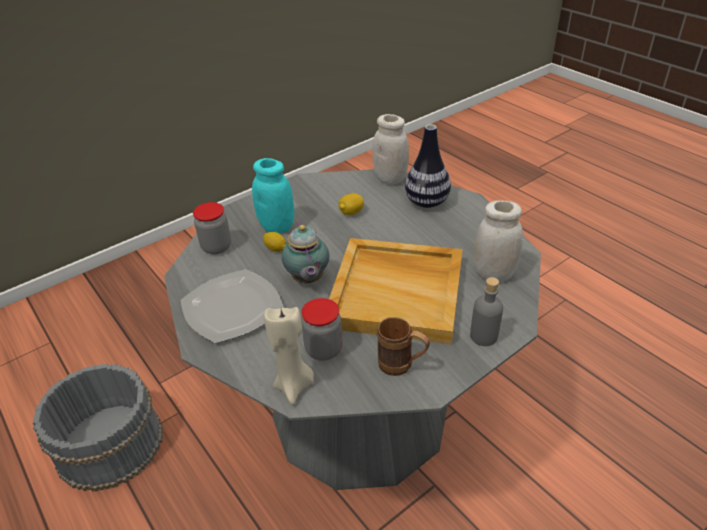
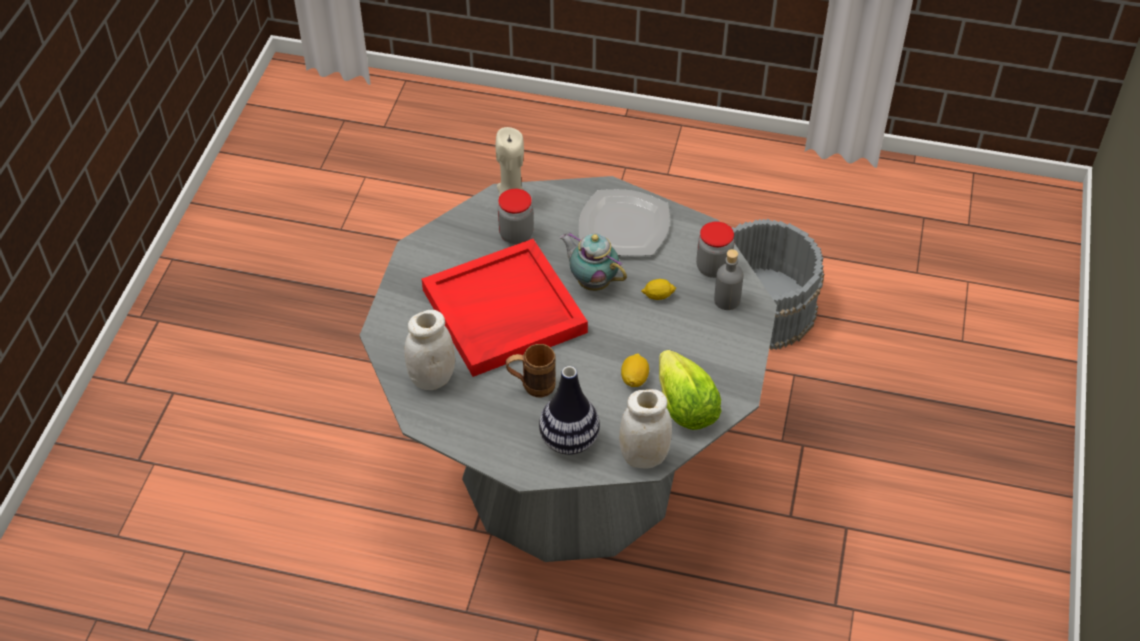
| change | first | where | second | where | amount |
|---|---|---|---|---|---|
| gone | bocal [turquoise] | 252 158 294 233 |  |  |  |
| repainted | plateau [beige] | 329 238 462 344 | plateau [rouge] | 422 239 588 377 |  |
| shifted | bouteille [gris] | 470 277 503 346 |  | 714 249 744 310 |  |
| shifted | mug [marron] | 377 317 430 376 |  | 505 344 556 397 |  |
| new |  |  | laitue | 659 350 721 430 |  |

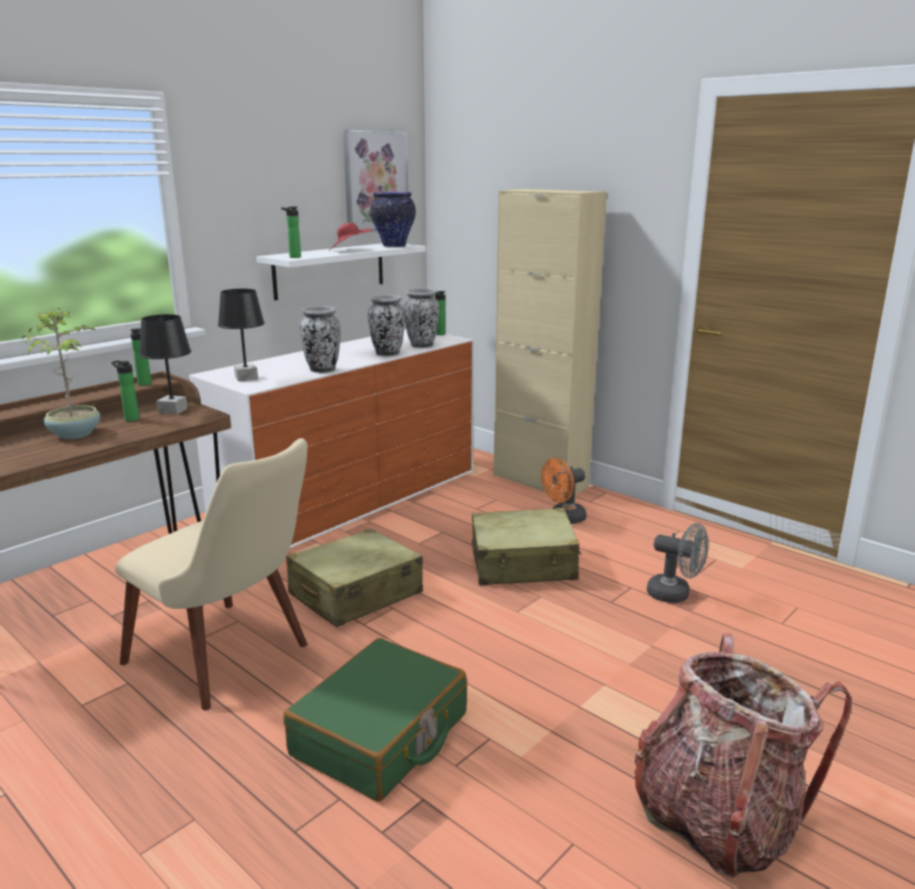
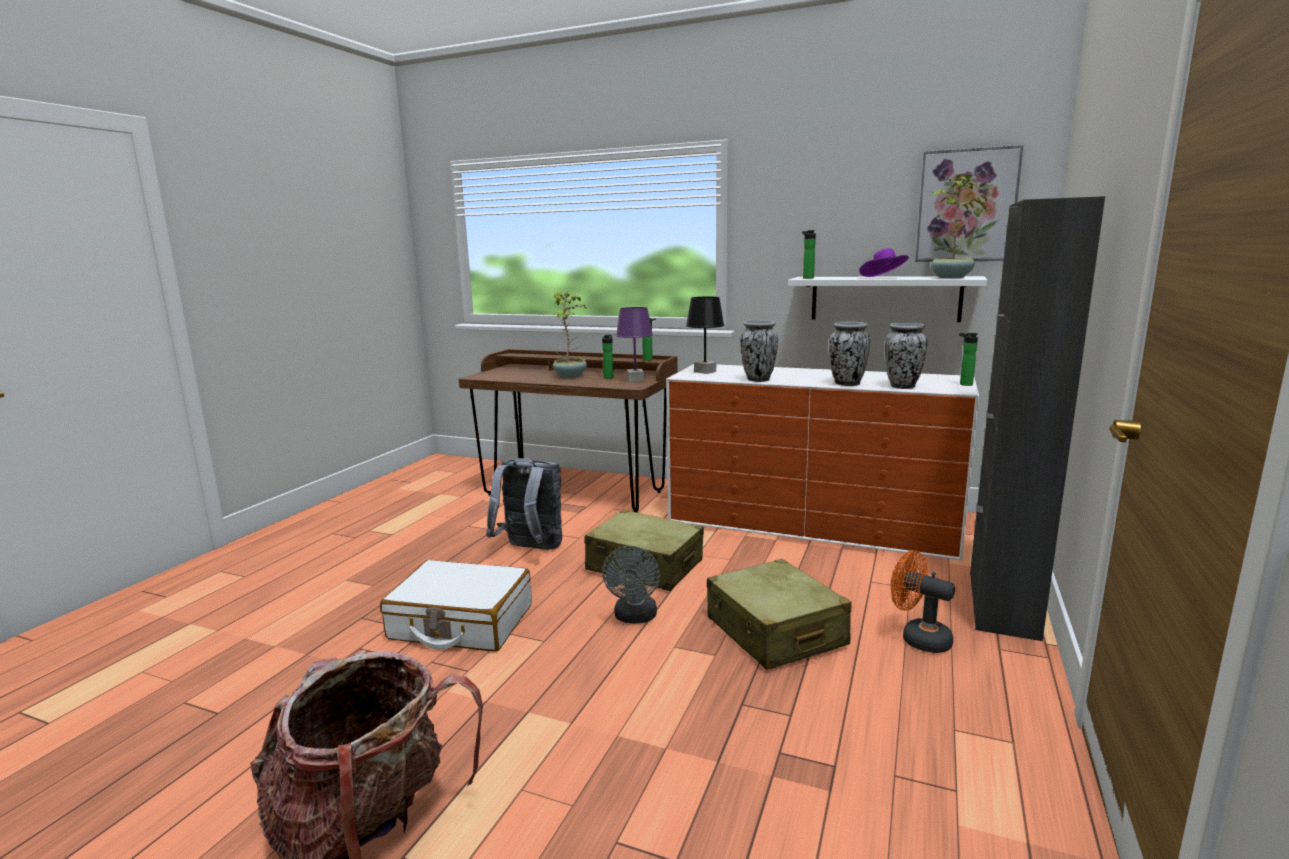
| change | first | where | second | where | amount |
|---|---|---|---|---|---|
| repainted | meuble de rangement [beige] | 494 189 607 500 | meuble de rangement [noir] | 970 196 1105 641 |  |
| swapped | vase | 370 192 416 247 | plante en pot | 931 173 991 278 |  |
| repainted | chapeau [rouge] | 329 223 371 251 | chapeau [violet] | 859 248 909 277 |  |
| repainted | lampe de table [noir] | 139 314 191 414 | lampe de table [violet] | 616 307 653 382 |  |
| swapped | chaise [beige] | 115 438 308 710 | sac à dos [gris] | 486 458 562 550 |  |
| shifted | ventilateur [gris] | 647 523 709 603 |  | 602 546 660 624 |  |
| repainted | valise [vert] | 283 638 467 802 | valise [blanc] | 380 560 532 652 |  |

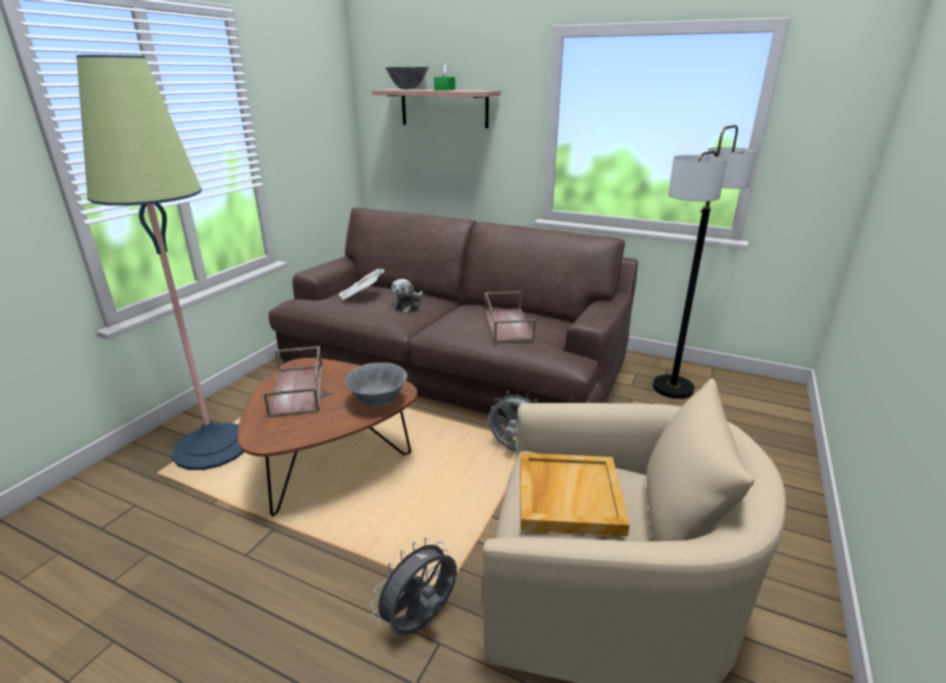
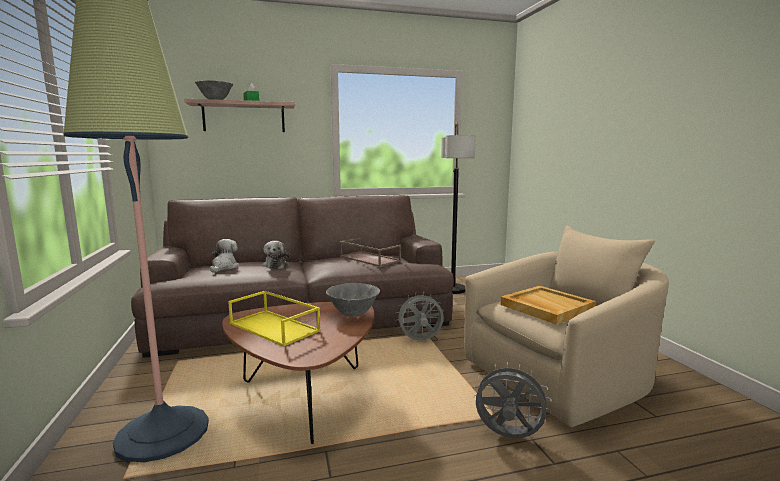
| change | first | where | second | where | amount |
|---|---|---|---|---|---|
| swapped | journal | 339 269 384 300 | peluche | 210 239 238 273 |  |
| repainted | plateau [marron] | 264 346 323 418 | plateau [jaune] | 228 291 320 347 |  |
| rotated | ventilateur [gris] | 371 538 457 635 |  | 473 362 552 438 | 105 degrees clockwise |

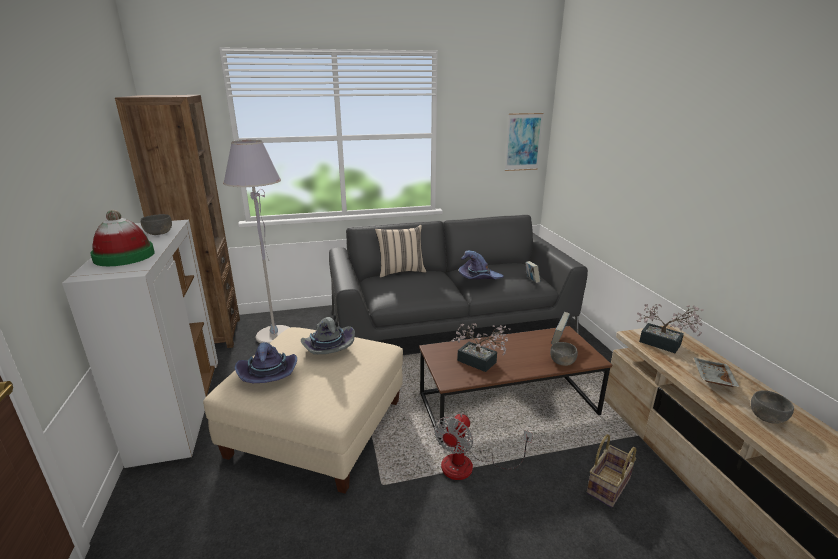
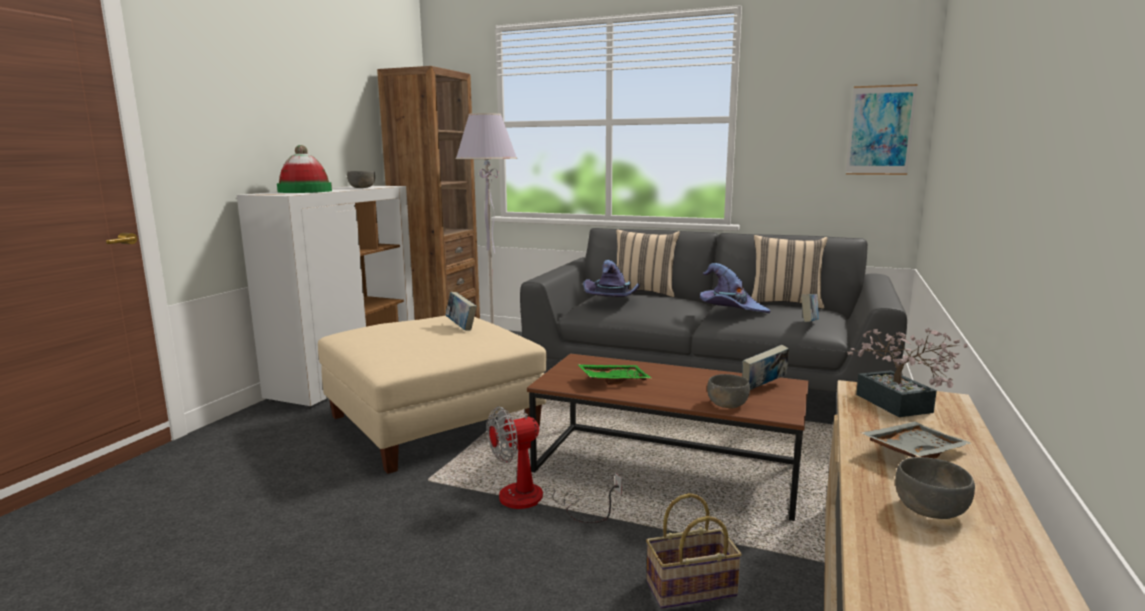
| change | first | where | second | where | amount |
|---|---|---|---|---|---|
| swapped | chapeau [gris] | 301 317 355 354 | livre | 446 292 477 331 |  |
| swapped | plante en pot | 451 323 511 372 | plateau [vert] | 577 364 651 385 |  |
| shifted | chapeau [violet] | 235 342 297 383 |  | 583 260 640 297 |  |
| new |  |  | coussin [beige] | 751 235 828 309 |  |

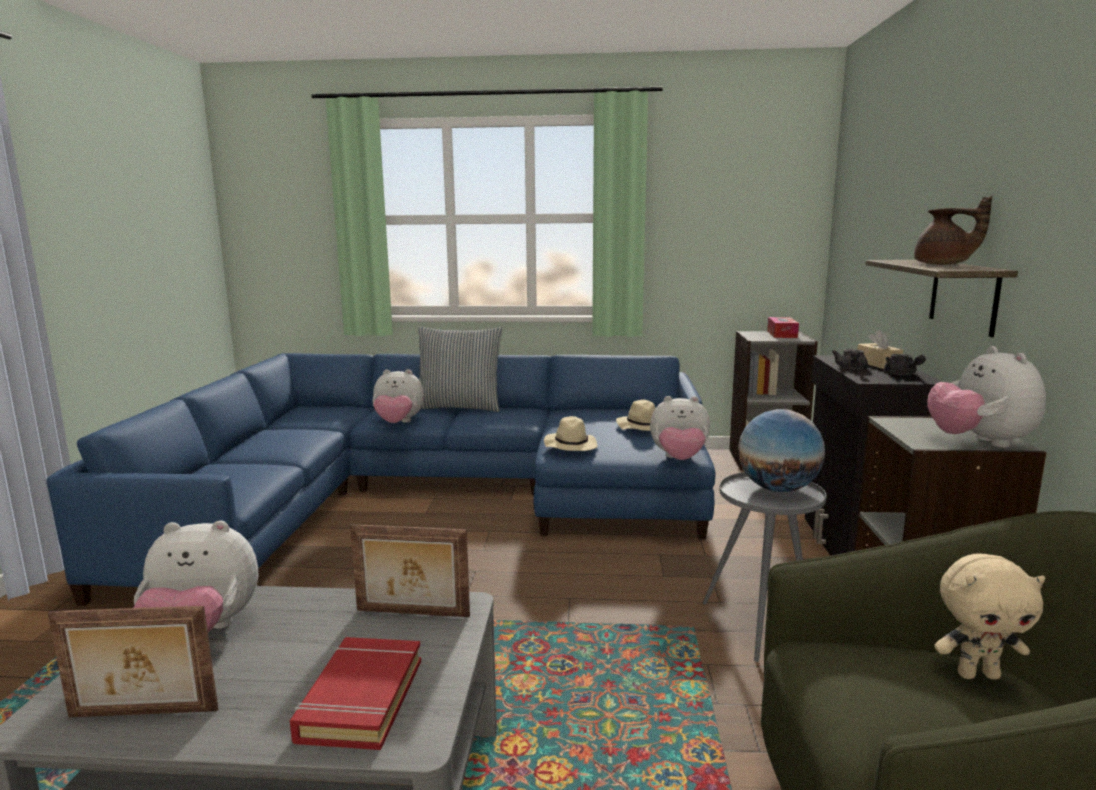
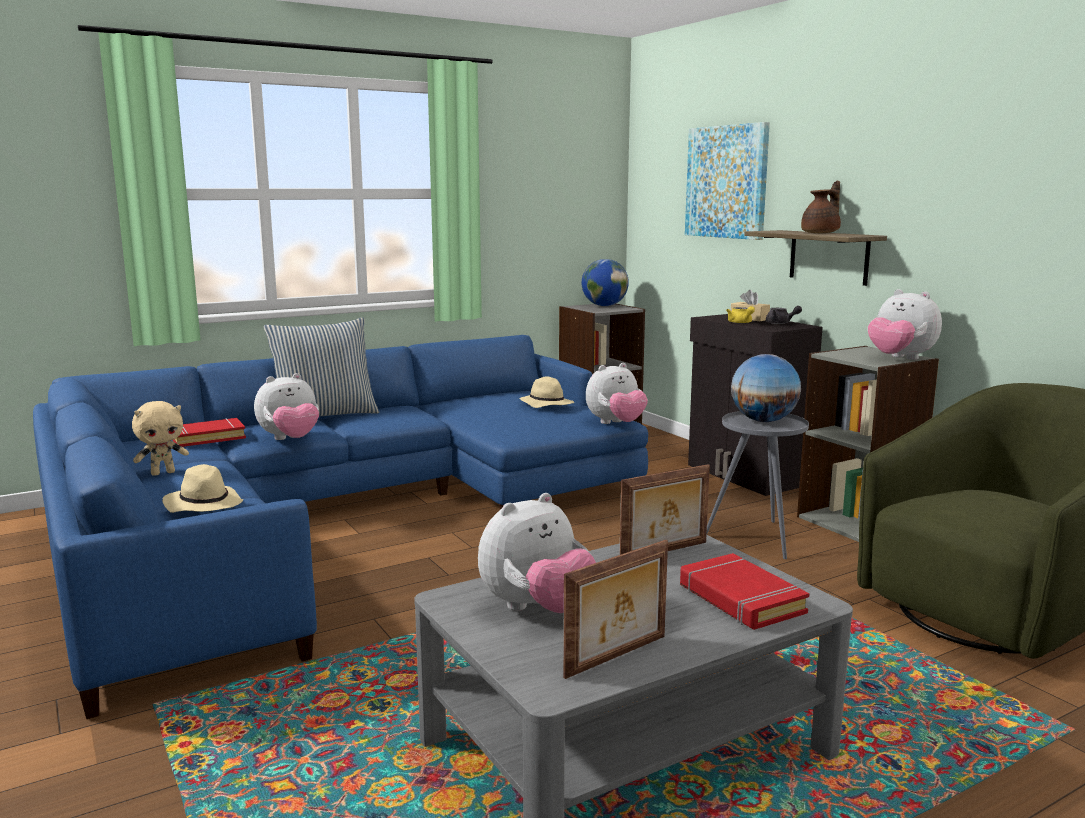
| change | first | where | second | where | amount |
|---|---|---|---|---|---|
| rotated | théière [marron] | 914 195 992 265 |  | 801 181 841 233 | 45 degrees counterclockwise |
| swapped | boîte à mouchoirs | 767 317 799 338 | globe | 582 259 629 306 |  |
| repainted | théière [gris] | 832 349 868 369 | théière [jaune] | 726 306 755 324 |  |
| shifted | chapeau [beige] | 544 416 597 451 |  | 162 464 243 513 |  |
| shifted | peluche [beige] | 934 553 1045 680 |  | 132 401 189 476 |  |
| new |  |  | tableau | 685 122 770 240 |  |
| new |  |  | livre [rouge] | 172 418 246 447 |  |

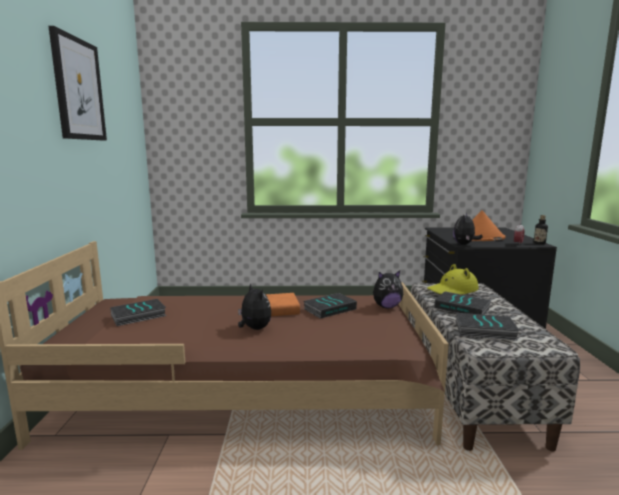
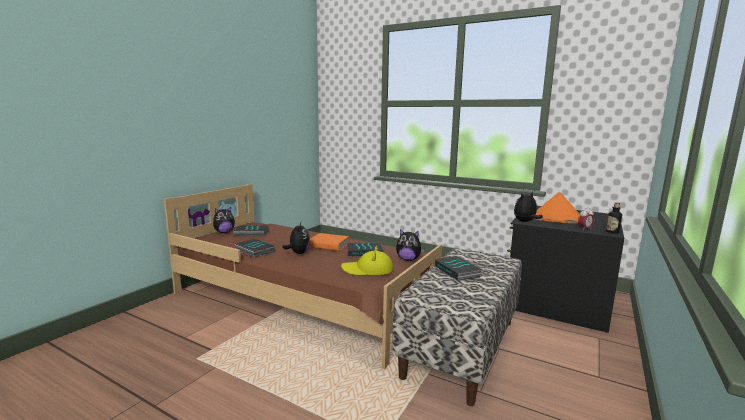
| change | first | where | second | where | amount |
|---|---|---|---|---|---|
| gone | tableau | 48 26 107 140 |  |  |  |
| shifted | chapeau [jaune] | 427 264 479 295 |  | 341 246 393 275 |  |
| shifted | livre | 456 313 520 340 |  | 235 239 275 258 |  |
| new |  |  | peluche | 213 207 235 233 |  |

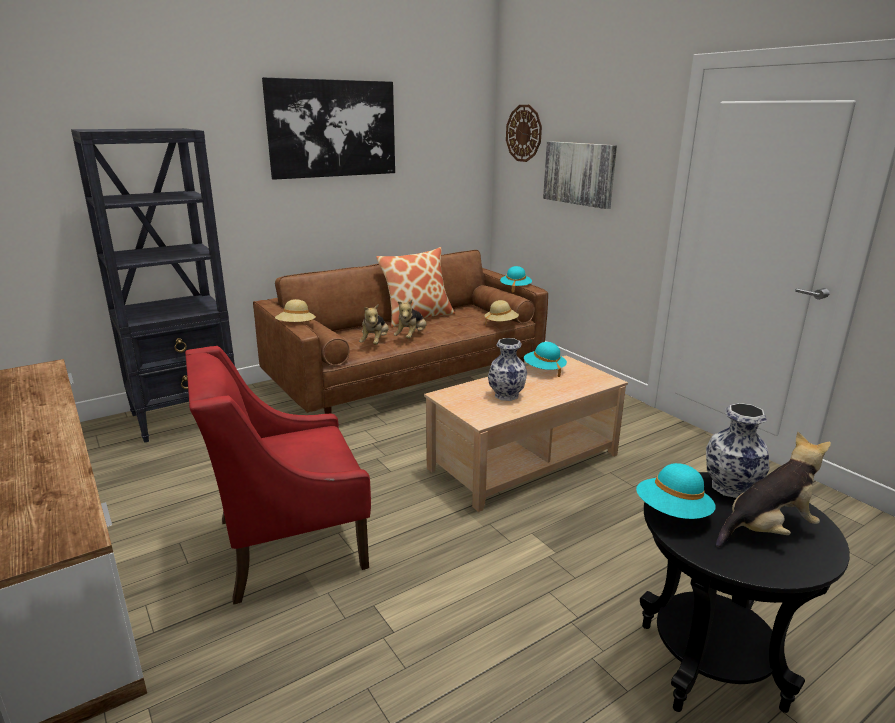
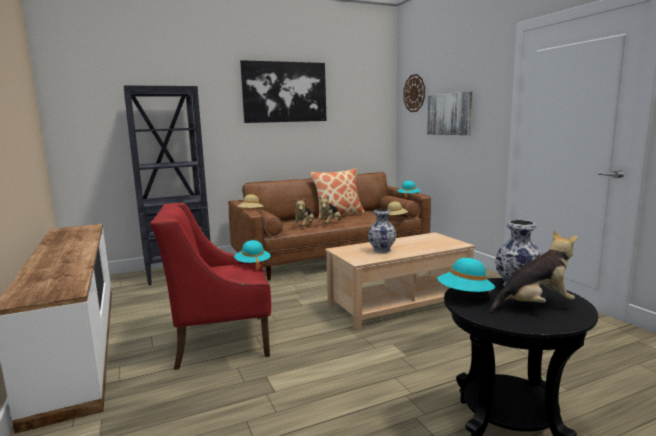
| change | first | where | second | where | amount |
|---|---|---|---|---|---|
| shifted | chapeau [turquoise] | 524 342 567 377 |  | 234 240 271 270 |  |

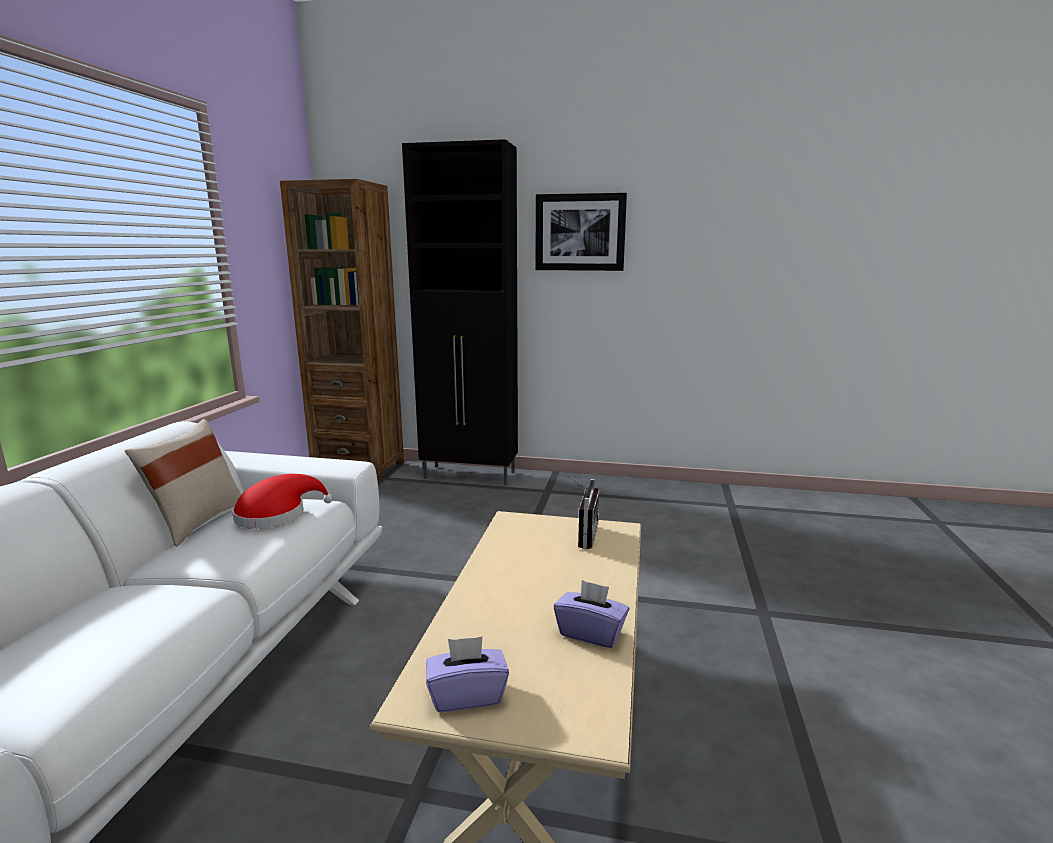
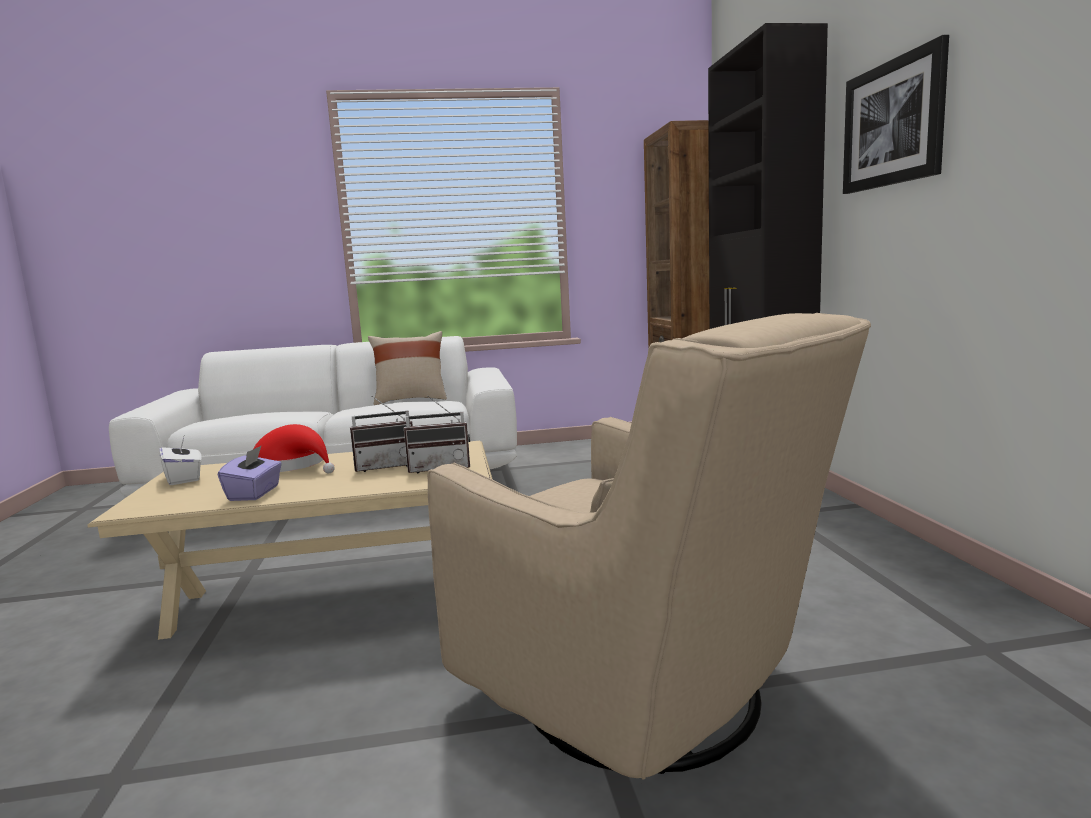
| change | first | where | second | where | amount |
|---|---|---|---|---|---|
| shifted | chapeau [rouge] | 232 474 333 529 |  | 253 424 335 473 |  |
| repainted | boîte à mouchoirs [violet] | 426 637 509 712 | boîte à mouchoirs [blanc] | 159 437 202 485 |  |
| new |  |  | fauteuil [beige] | 427 313 871 780 |  |
| new |  |  | radio | 350 396 413 472 |  |

